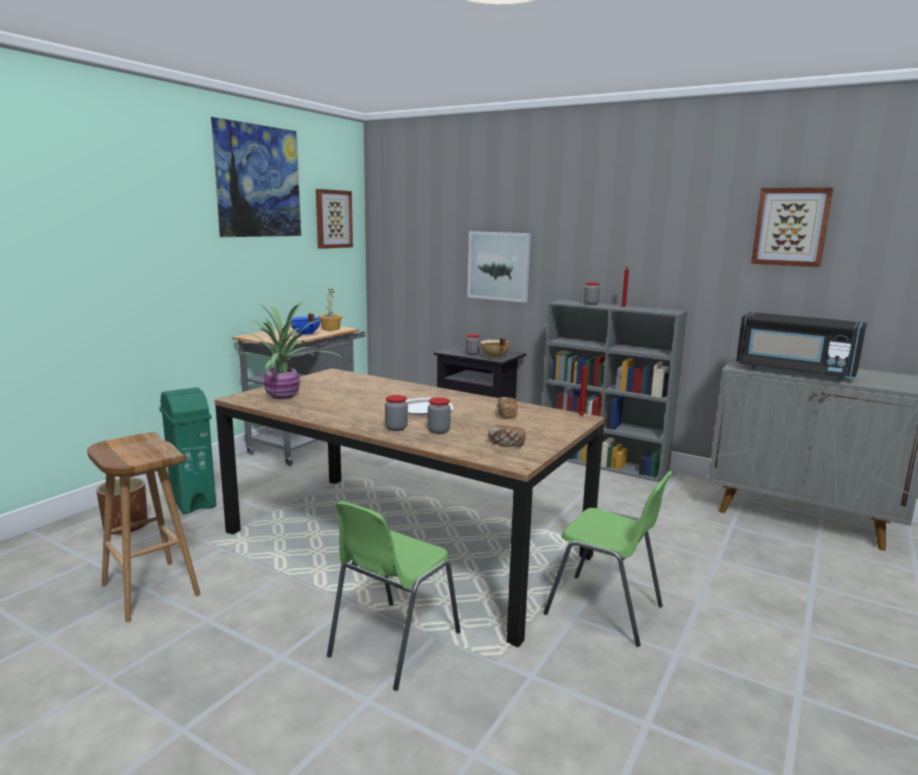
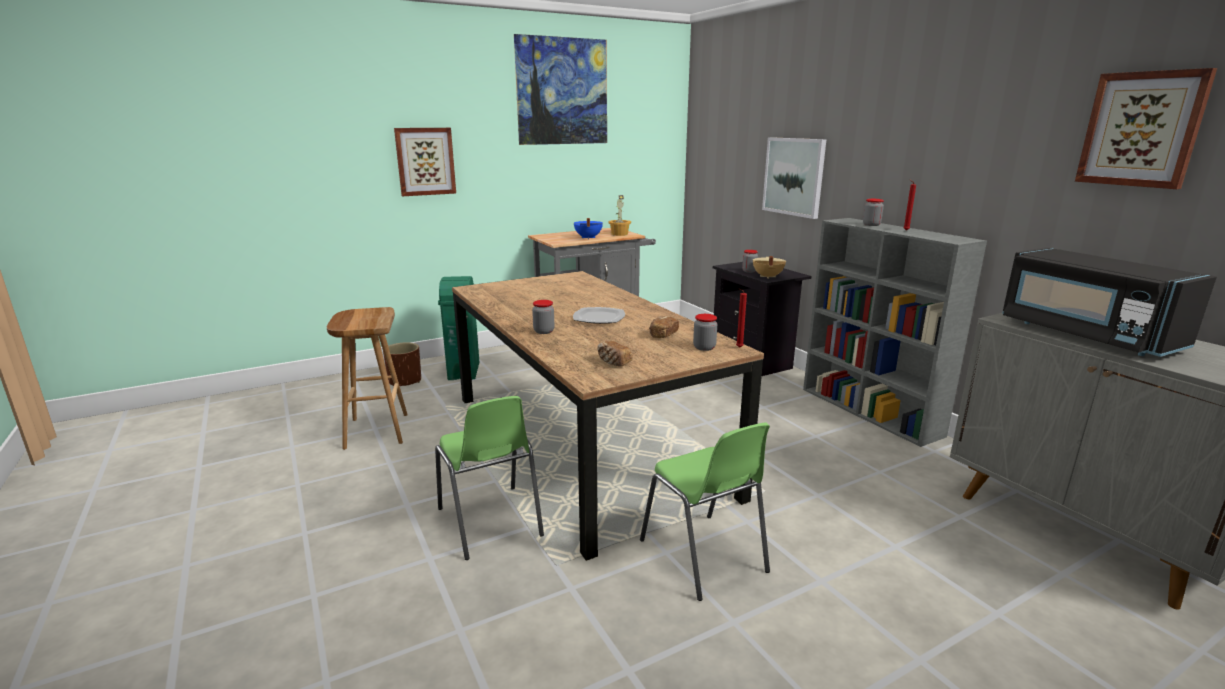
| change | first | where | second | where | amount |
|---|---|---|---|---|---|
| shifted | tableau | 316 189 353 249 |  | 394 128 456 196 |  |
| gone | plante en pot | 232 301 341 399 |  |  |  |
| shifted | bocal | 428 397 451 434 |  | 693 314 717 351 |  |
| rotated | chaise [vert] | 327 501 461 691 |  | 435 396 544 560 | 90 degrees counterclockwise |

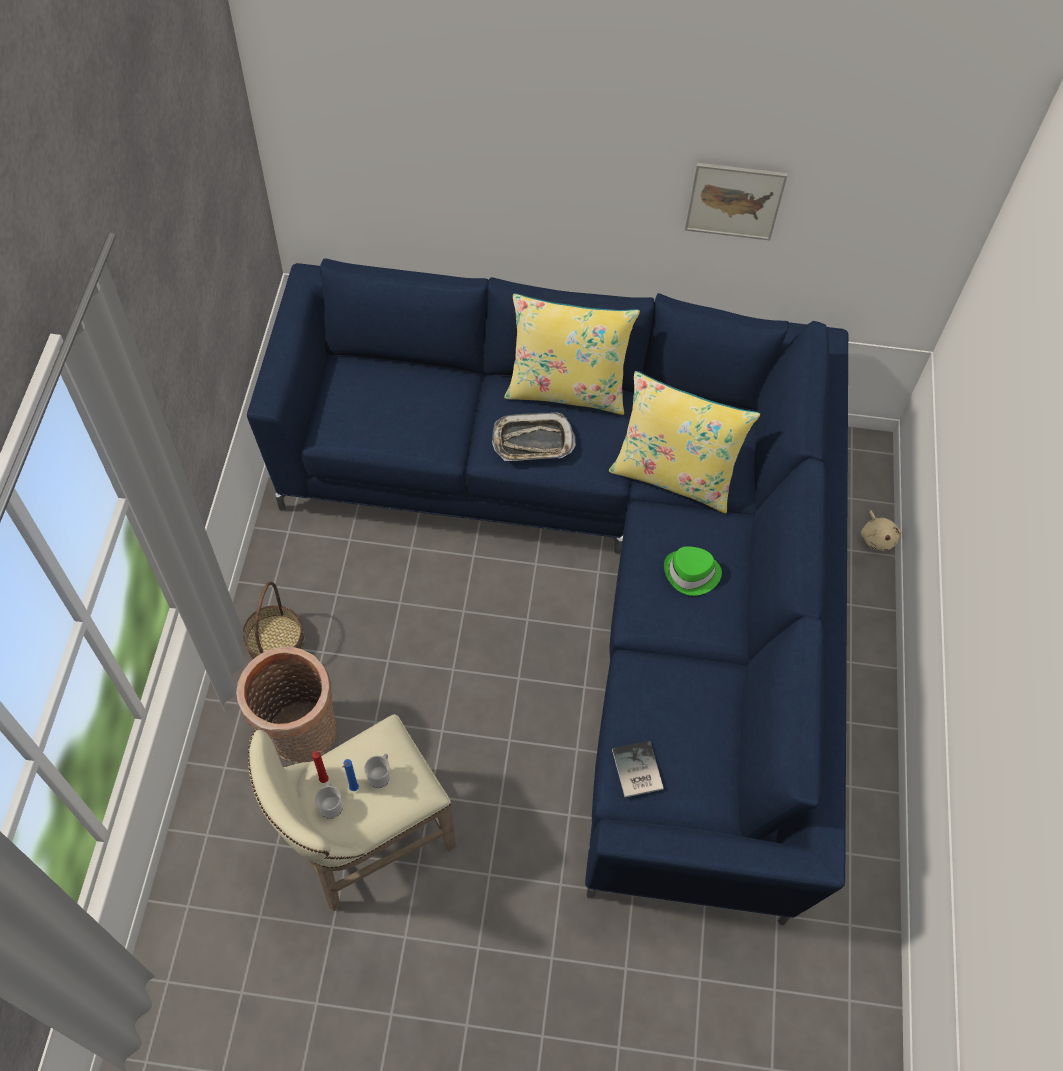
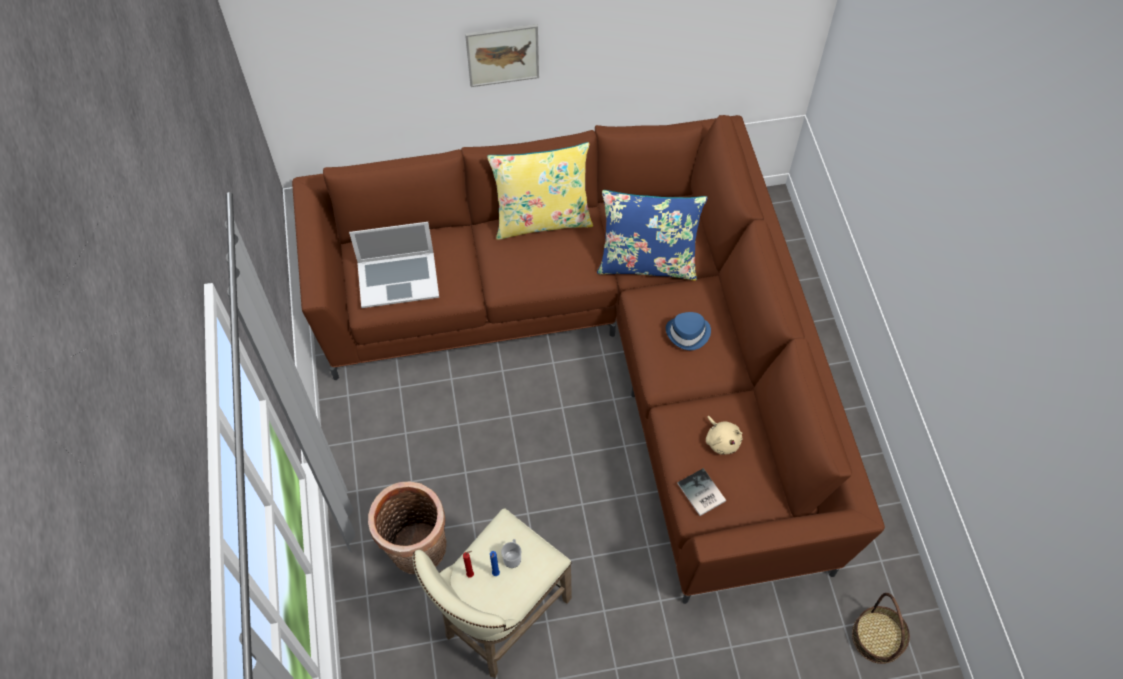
| change | first | where | second | where | amount |
|---|---|---|---|---|---|
| shifted | tableau | 685 163 788 240 |  | 465 24 539 87 |  |
| repainted | canapé [bleu] | 247 258 848 925 | canapé [marron] | 292 115 885 604 |  |
| repainted | coussin [jaune] | 609 371 760 513 | coussin [bleu] | 597 190 708 281 |  |
| gone | plateau | 492 412 576 461 |  |  |  |
| shifted | peluche [beige] | 861 510 901 551 |  | 706 416 743 454 |  |
| repainted | chapeau [vert] | 664 546 722 596 | chapeau [bleu] | 666 312 711 350 |  |
| shifted | panier | 242 581 305 660 |  | 852 593 910 664 |  |
| gone | mug | 315 782 343 819 |  |  |  |
| new |  |  | ordinateur portable | 349 222 439 308 |  |

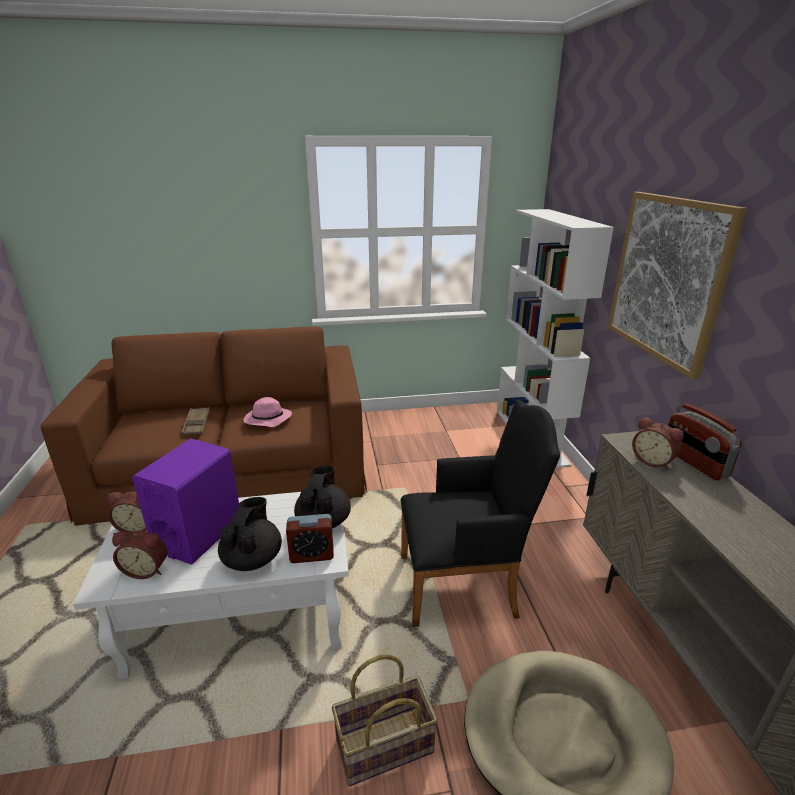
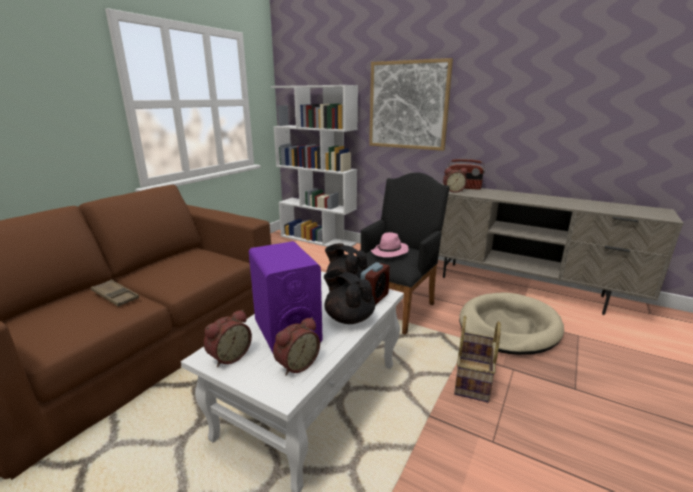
| change | first | where | second | where | amount |
|---|---|---|---|---|---|
| shifted | chapeau [rose] | 244 397 292 427 |  | 371 232 409 257 |  |

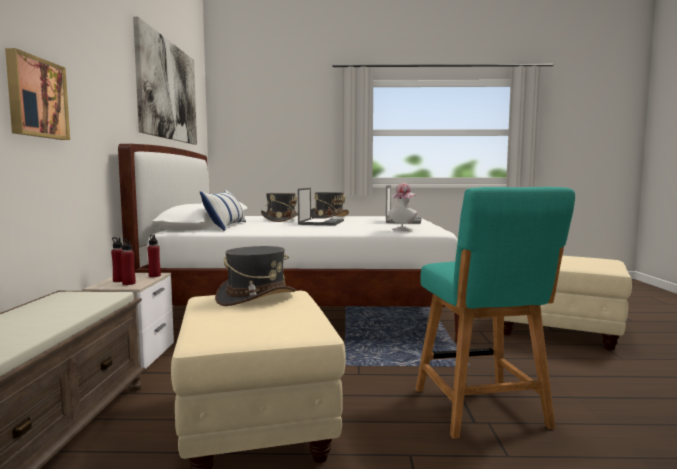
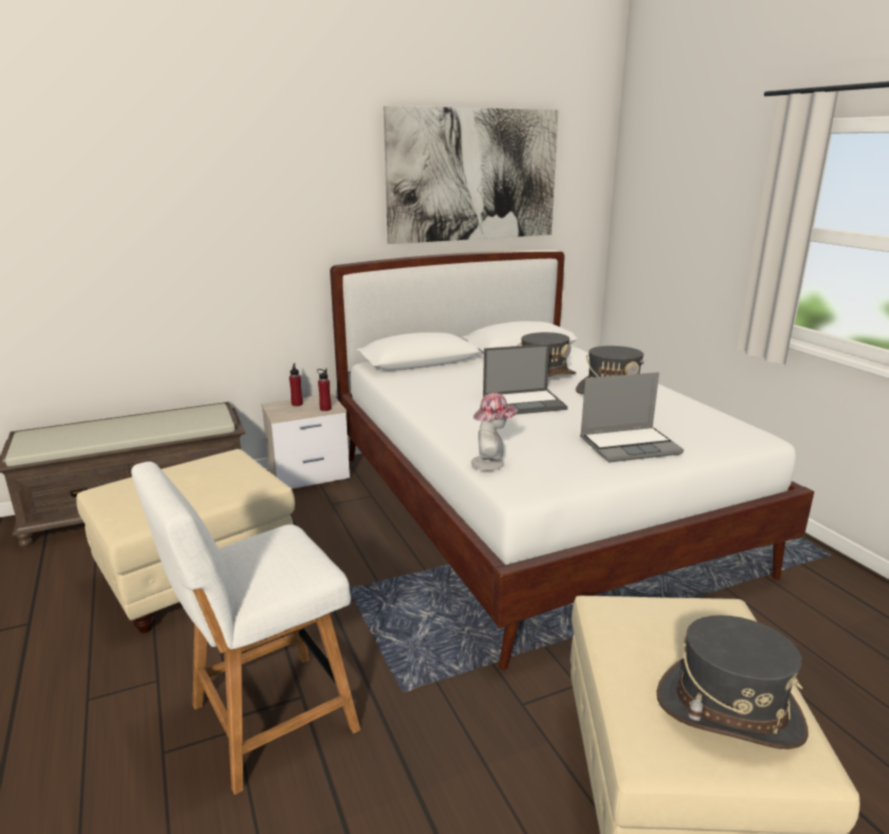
| change | first | where | second | where | amount |
|---|---|---|---|---|---|
| gone | tableau | 5 48 70 140 |  |  |  |
| repainted | chaise [turquoise] | 416 187 575 439 | chaise [blanc] | 131 461 361 795 |  |
| gone | coussin | 200 190 246 231 |  |  |  |
| gone | bouteille [rouge] | 121 239 136 285 |  |  |  |
| shifted | chapeau [gris] | 215 246 296 306 |  | 657 615 808 749 |  |

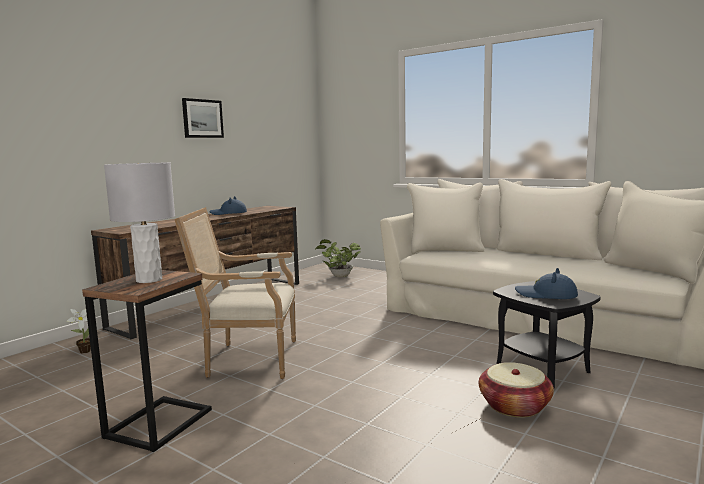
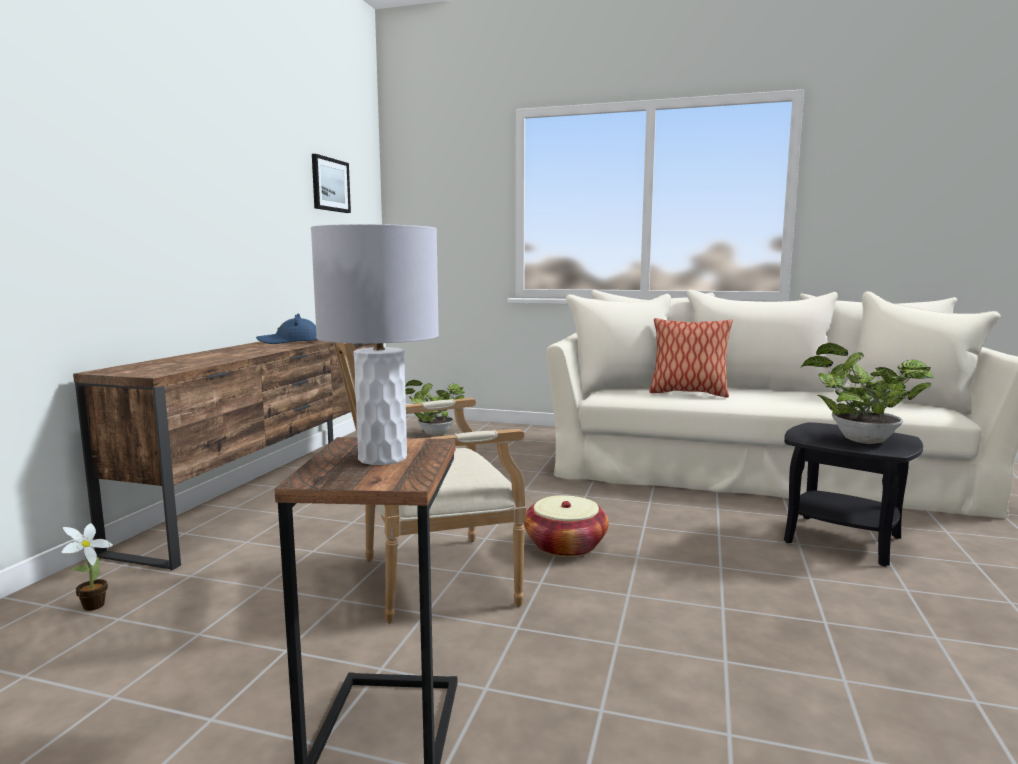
| change | first | where | second | where | amount |
|---|---|---|---|---|---|
| shifted | tableau | 182 98 224 138 |  | 312 154 351 213 |  |
| swapped | chapeau [bleu] | 515 268 578 299 | plante en pot | 801 343 934 444 |  |
| shifted | panier | 479 362 554 418 |  | 524 495 609 557 |  |
| new |  |  | coussin | 649 318 733 397 |  |

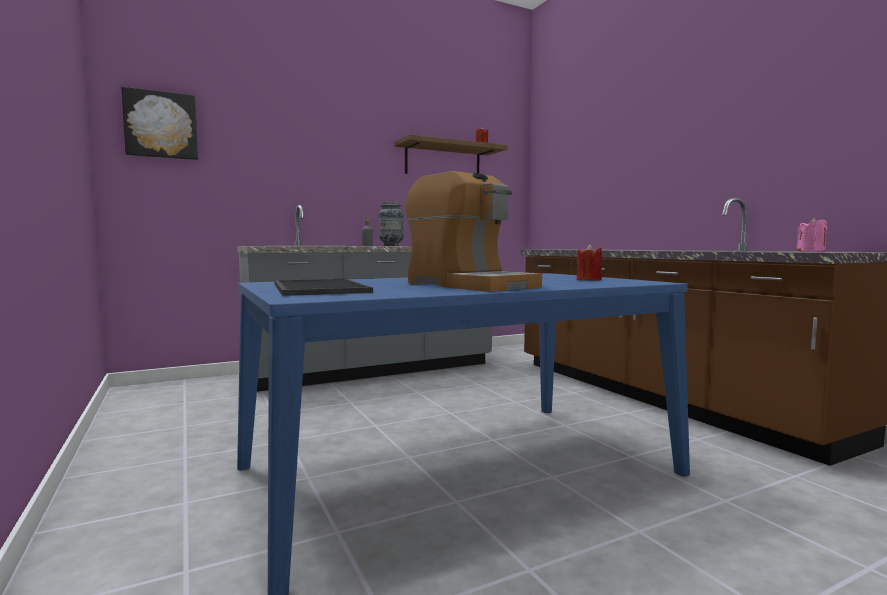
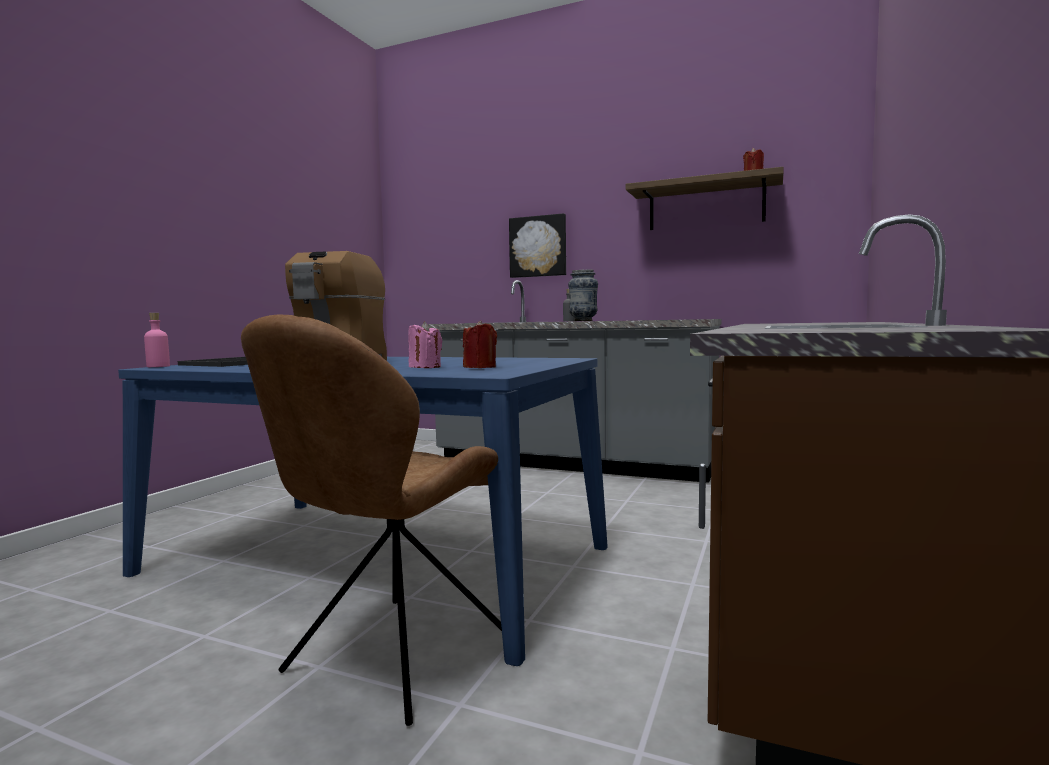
| change | first | where | second | where | amount |
|---|---|---|---|---|---|
| shifted | tableau | 121 87 198 160 |  | 509 213 566 278 |  |
| shifted | bougie [rose] | 796 218 827 252 |  | 408 321 442 368 |  |
| new |  |  | bouteille [rose] | 144 313 170 367 |  |
| new |  |  | chaise [marron] | 241 315 502 726 |  |

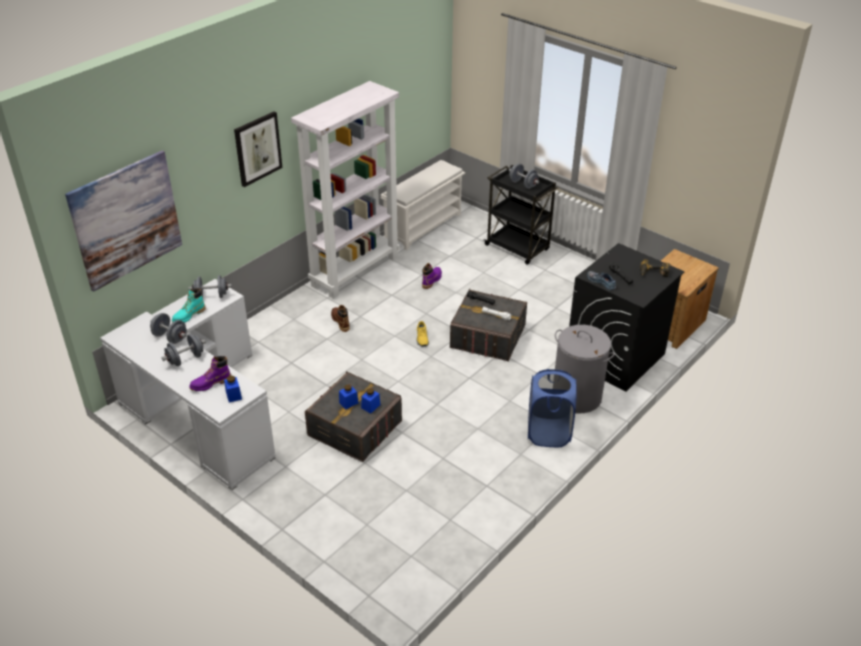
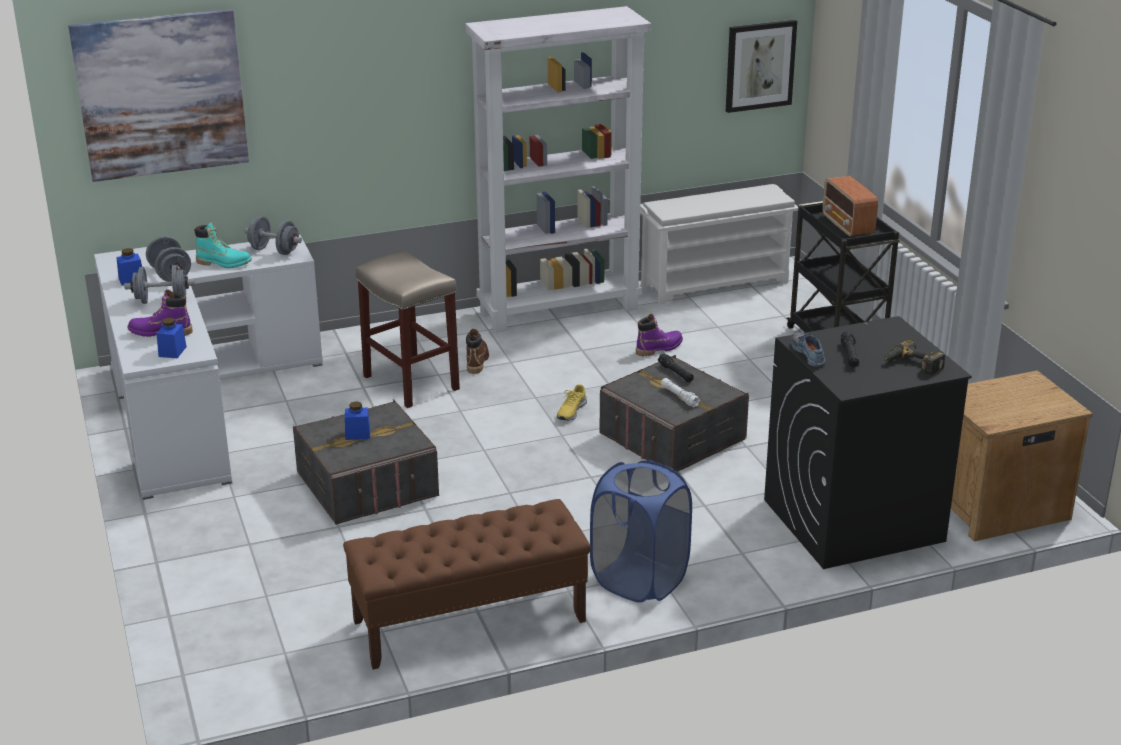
| change | first | where | second | where | amount |
|---|---|---|---|---|---|
| shifted | tableau | 234 111 282 187 |  | 726 20 797 113 |  |
| swapped | haltère [gris] | 509 163 539 189 | radio | 823 176 878 238 |  |
| rotated | botte [turquoise] | 172 288 206 323 |  | 194 223 252 268 | 150 degrees counterclockwise |
| gone | panier à linge [gris] | 555 325 615 413 |  |  |  |
| shifted | bocal [bleu] | 361 388 380 413 |  | 116 248 142 285 |  |
| new |  |  | tabouret [beige] | 356 251 460 408 |  |
| new |  |  | banc [marron] | 343 499 591 670 |  |

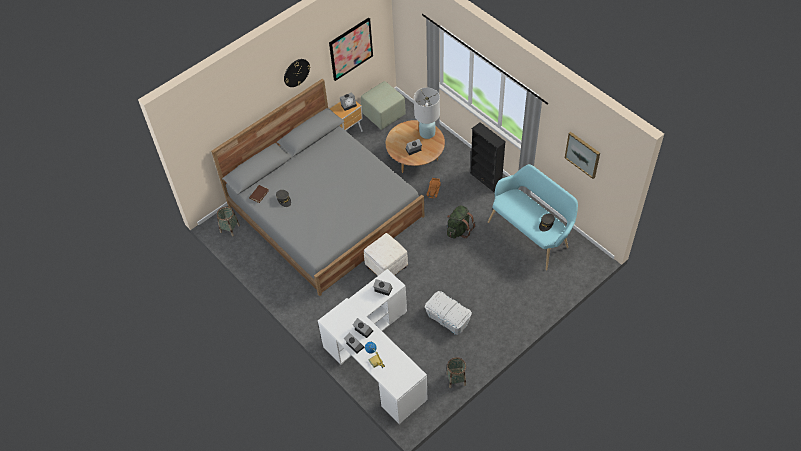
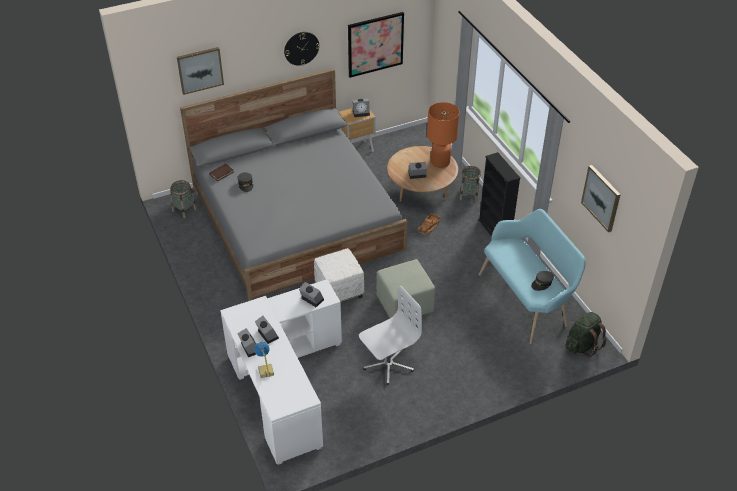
| change | first | where | second | where | amount |
|---|---|---|---|---|---|
| shifted | pouf [vert] | 361 81 406 130 |  | 376 259 435 319 |  |
| repainted | lampe de table [blanc] | 414 88 440 139 | lampe de table [orange] | 427 102 460 168 |  |
| shifted | sac à dos [vert] | 447 205 475 239 |  | 565 312 606 357 |  |
| swapped | boîte de rangement [blanc] | 425 291 472 335 | chaise de bureau [blanc] | 359 286 422 385 |  |
| shifted | panier | 446 357 466 388 |  | 460 166 481 202 |  |
| new |  |  | tableau | 177 47 224 95 |  |

